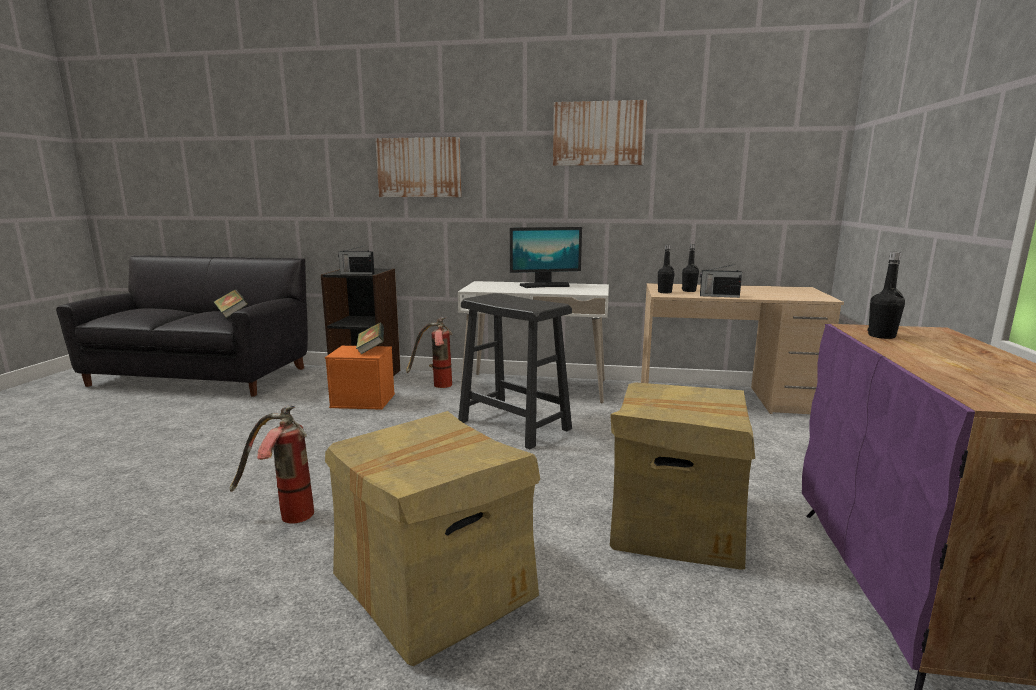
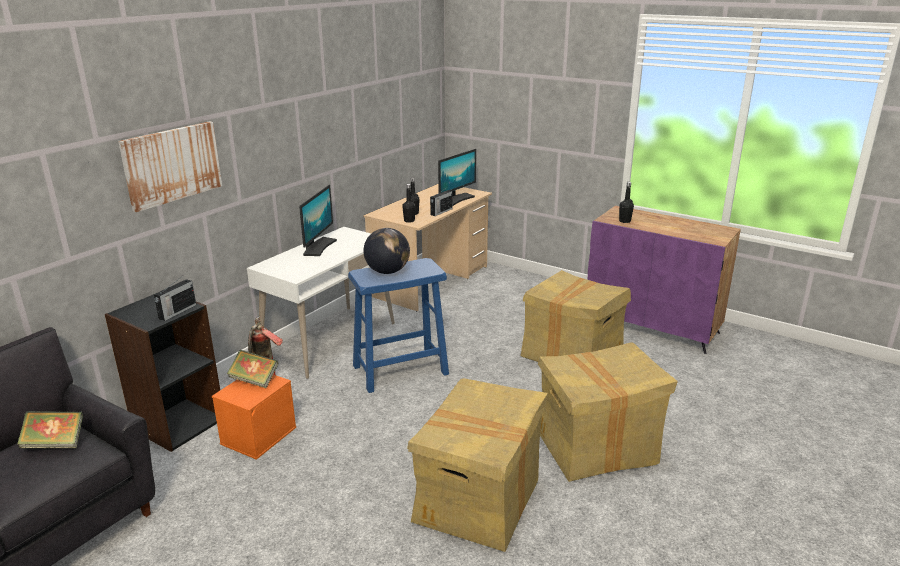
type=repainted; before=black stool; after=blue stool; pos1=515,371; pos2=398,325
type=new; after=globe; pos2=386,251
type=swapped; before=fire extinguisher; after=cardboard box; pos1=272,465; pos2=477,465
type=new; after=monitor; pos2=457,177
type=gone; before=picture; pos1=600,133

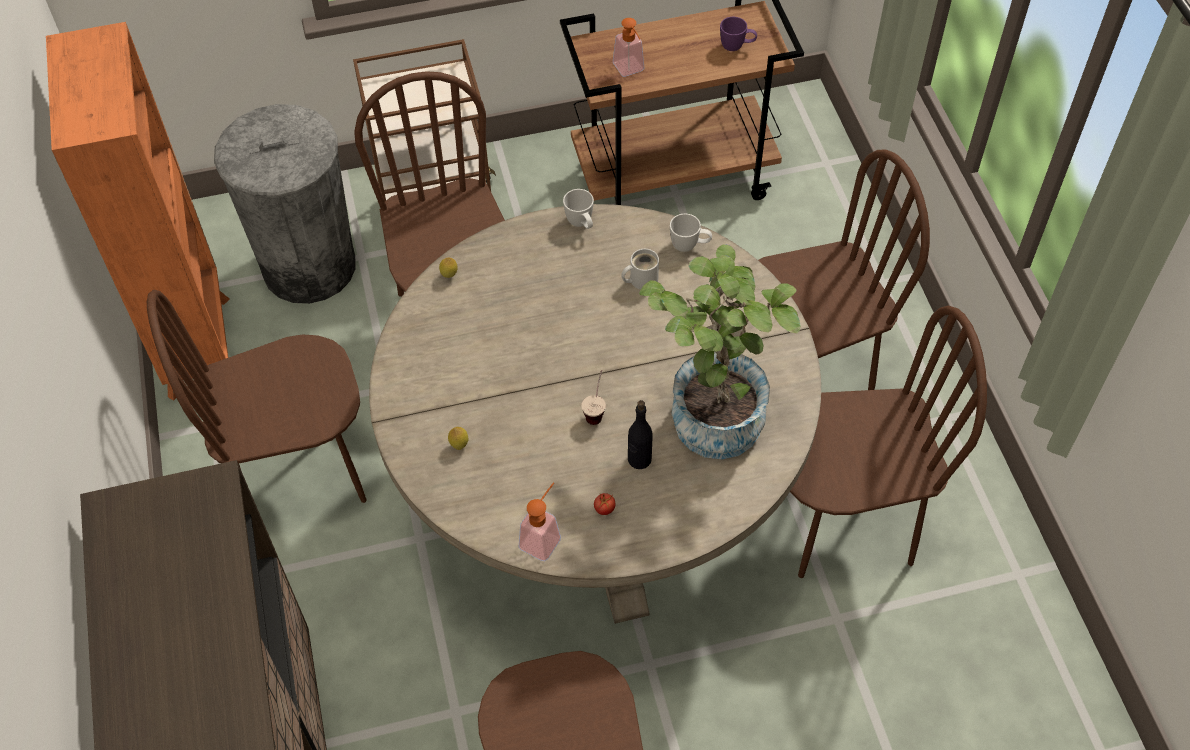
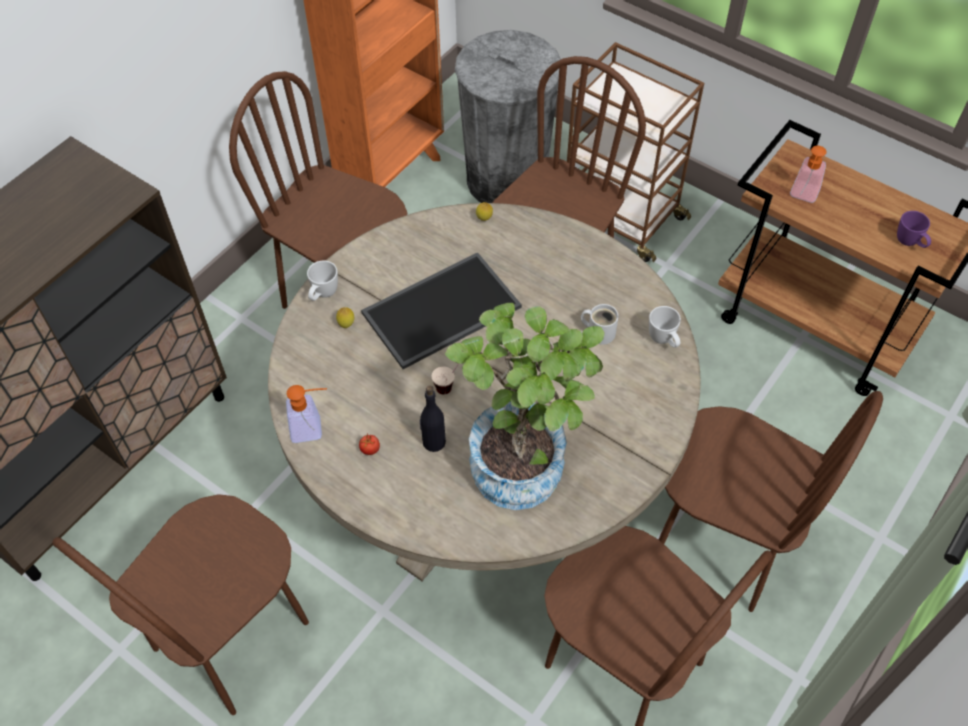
type=shifted; before=white mug; pos1=578,209; pos2=322,280
type=new; after=tray; pos2=441,310

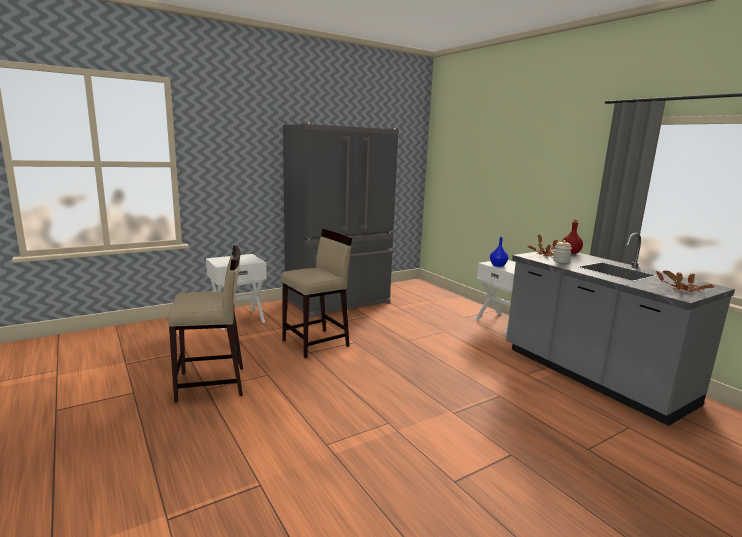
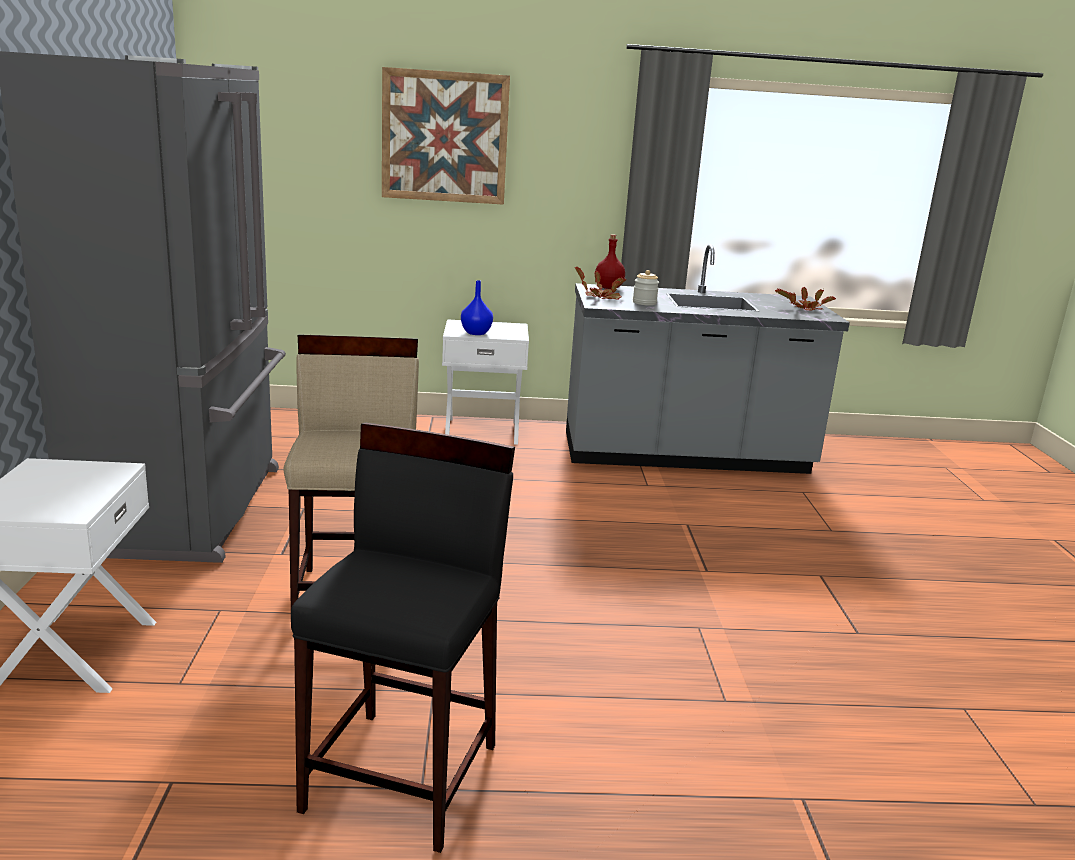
type=repainted; before=beige stool; after=black stool; pos1=205,324; pos2=403,637
type=new; after=picture; pos2=446,136

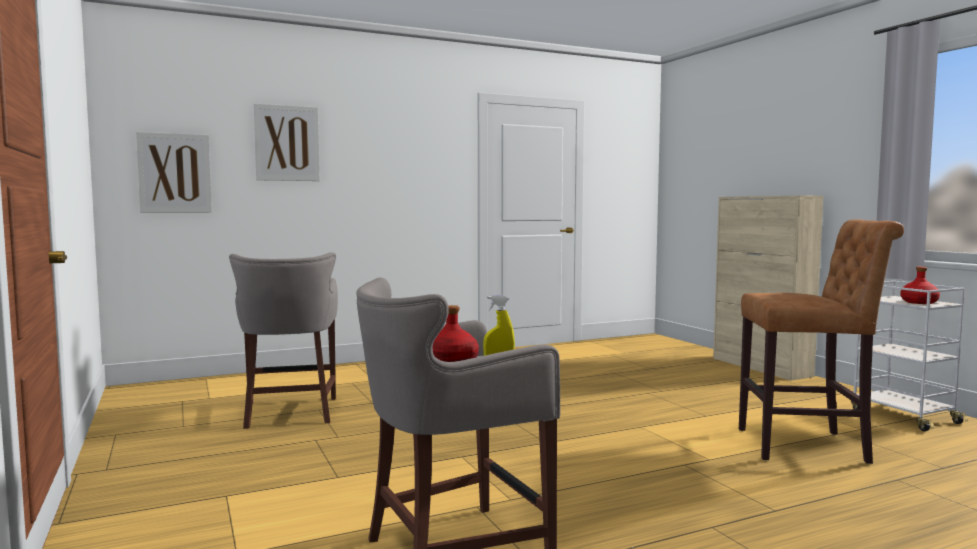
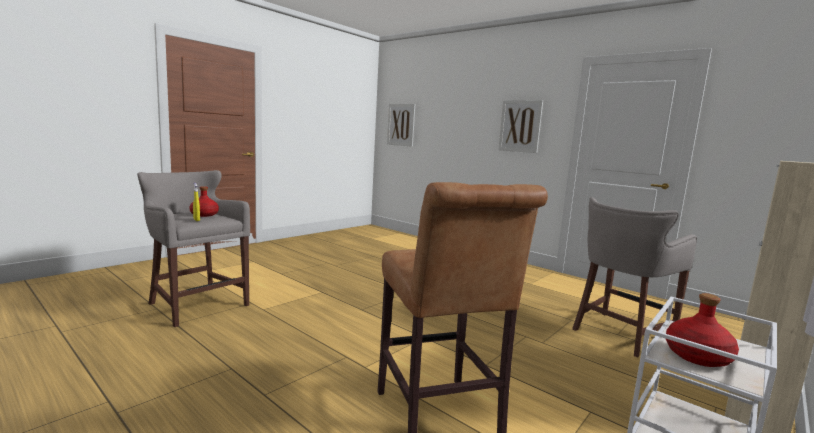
type=shifted; before=picture; pos1=287,142; pos2=520,126
type=shifted; before=grey stool; pos1=283,340; pos2=634,277

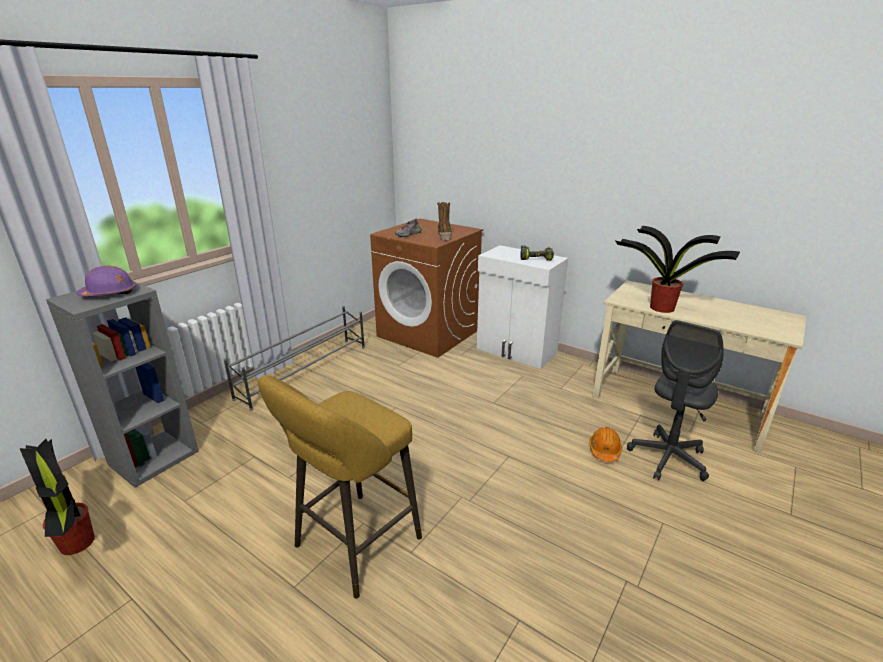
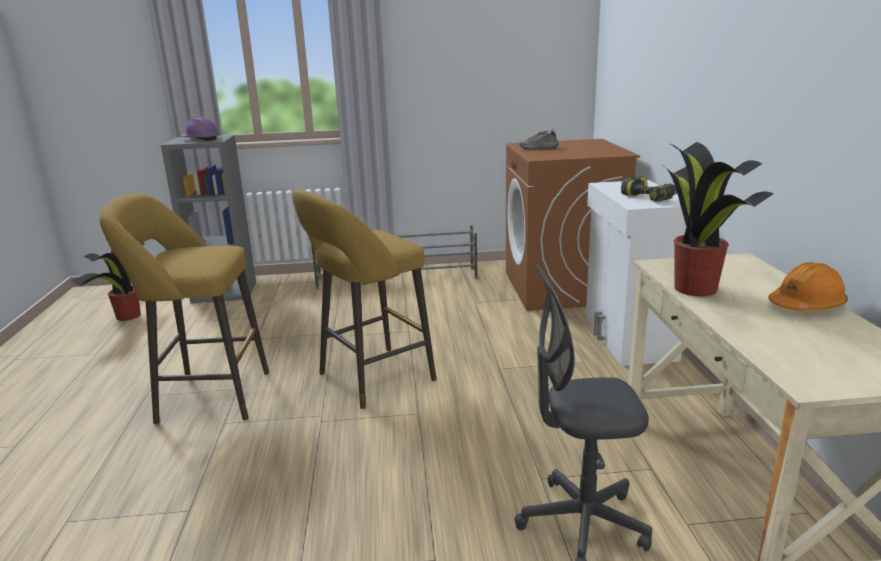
type=new; after=yellow stool; pos2=364,299
type=shifted; before=orange hard hat; pos1=605,444; pos2=808,286
type=gone; before=boot; pos1=444,221

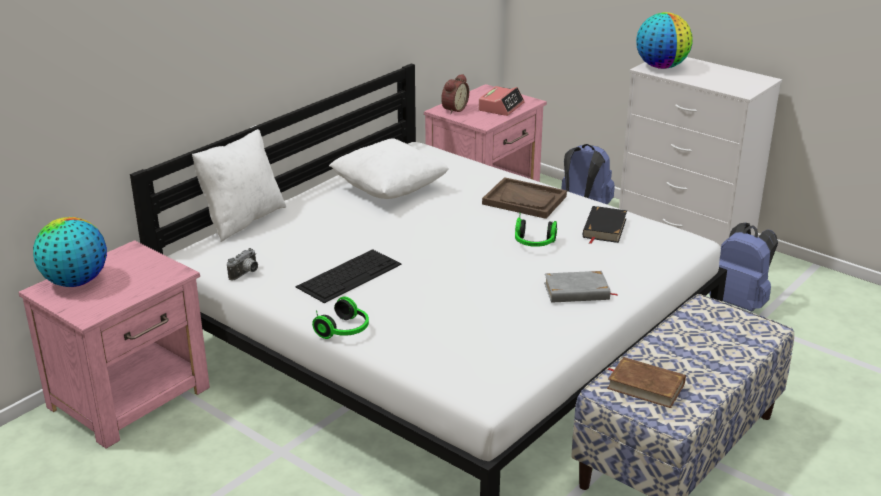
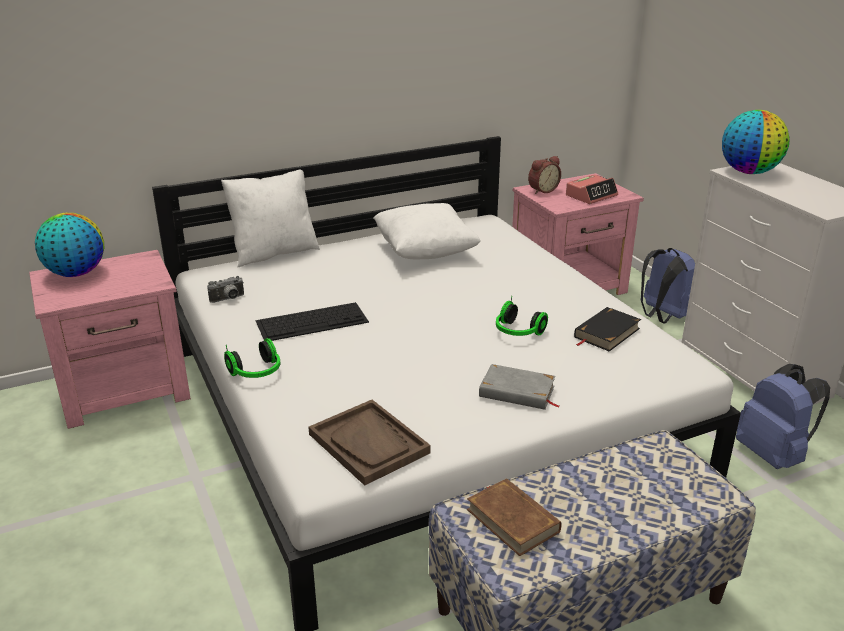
type=shifted; before=brown tray; pos1=524,198; pos2=370,443

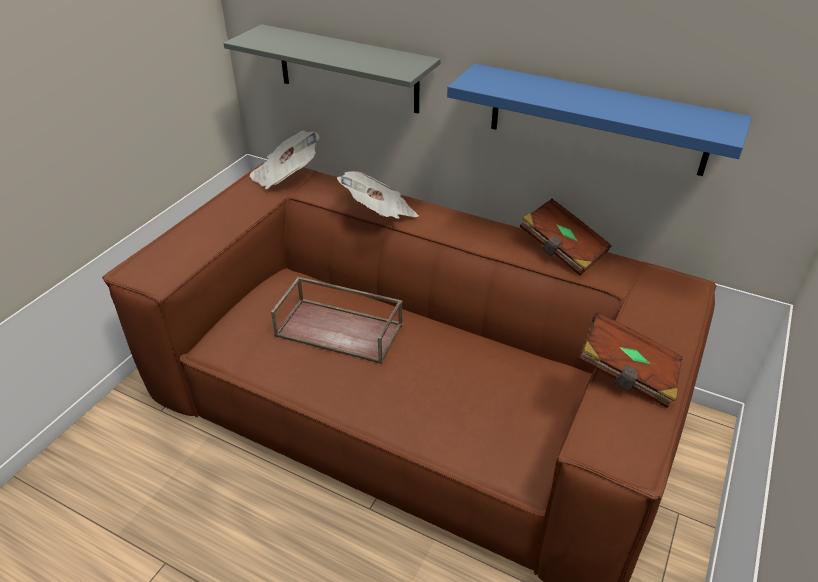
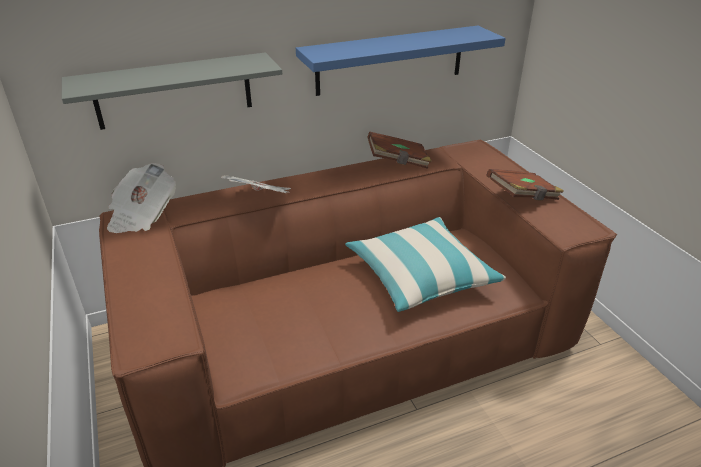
type=new; after=pillow; pos2=425,264
type=gone; before=brown tray; pos1=337,320

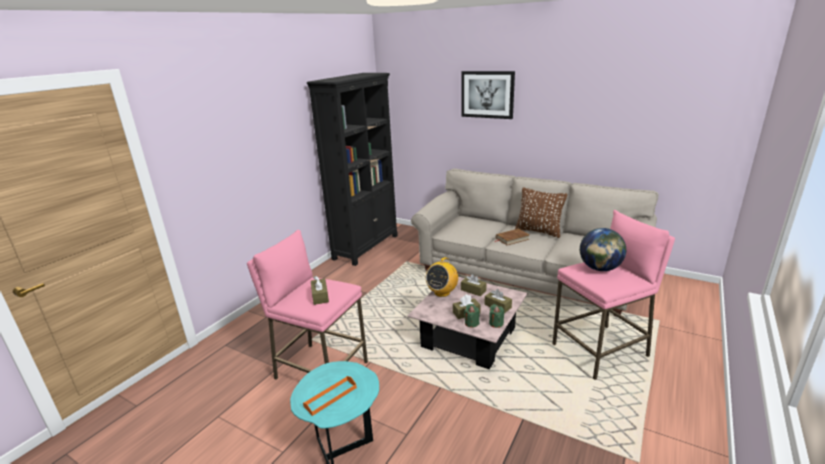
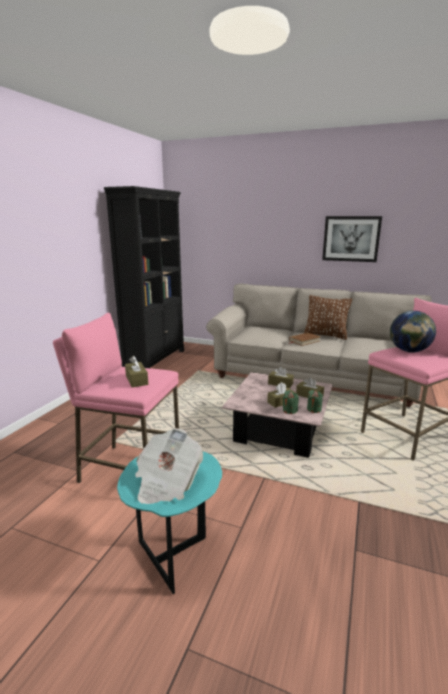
type=swapped; before=orange tray; after=newspaper; pos1=330,396; pos2=169,466
type=shifted; before=picture; pos1=488,95; pos2=352,239
type=gone; before=radio; pos1=442,277

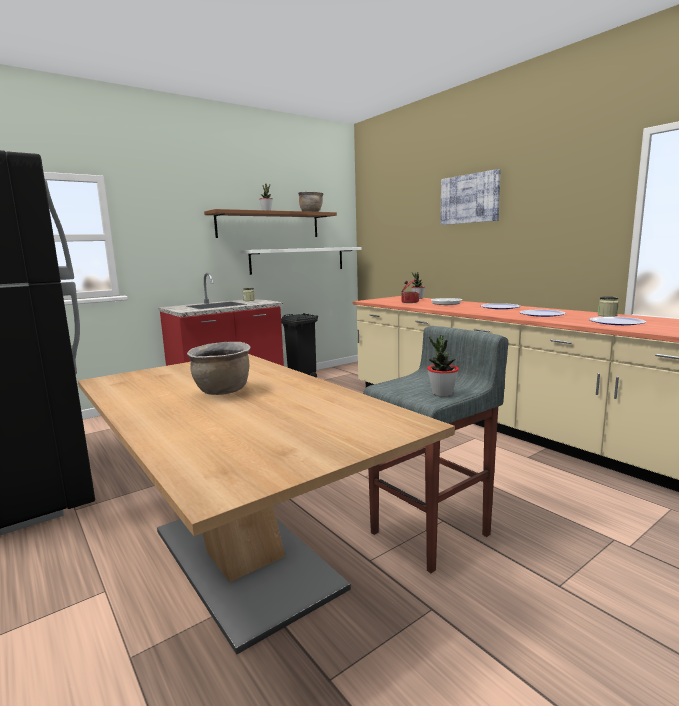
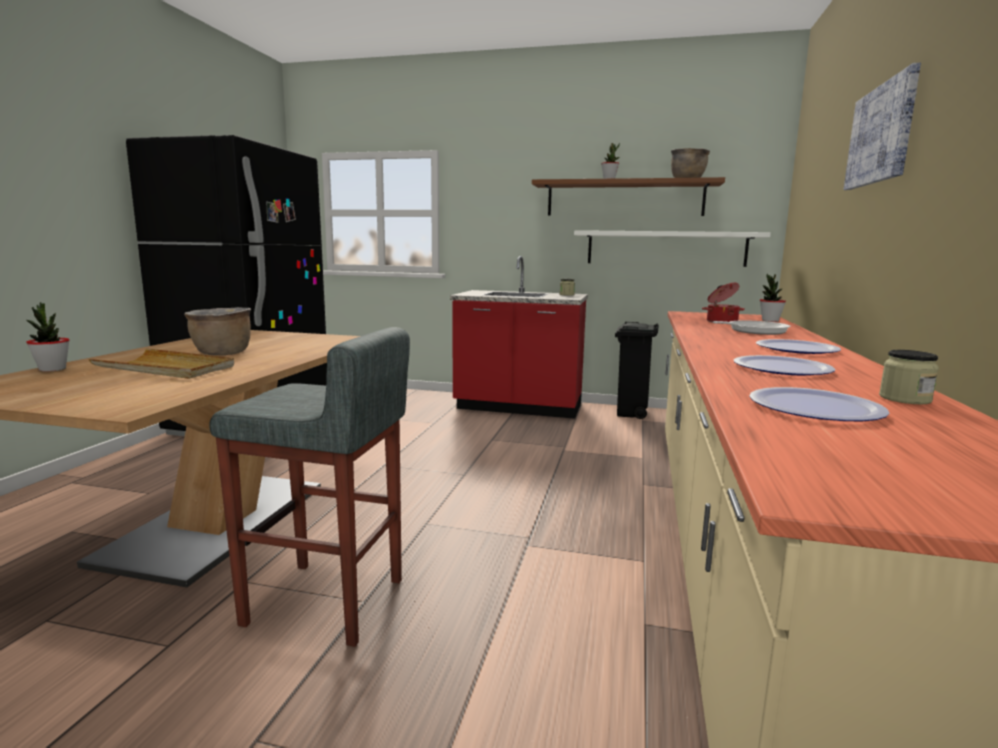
type=shifted; before=potted plant; pos1=443,366; pos2=48,337
type=new; after=beige tray; pos2=161,363

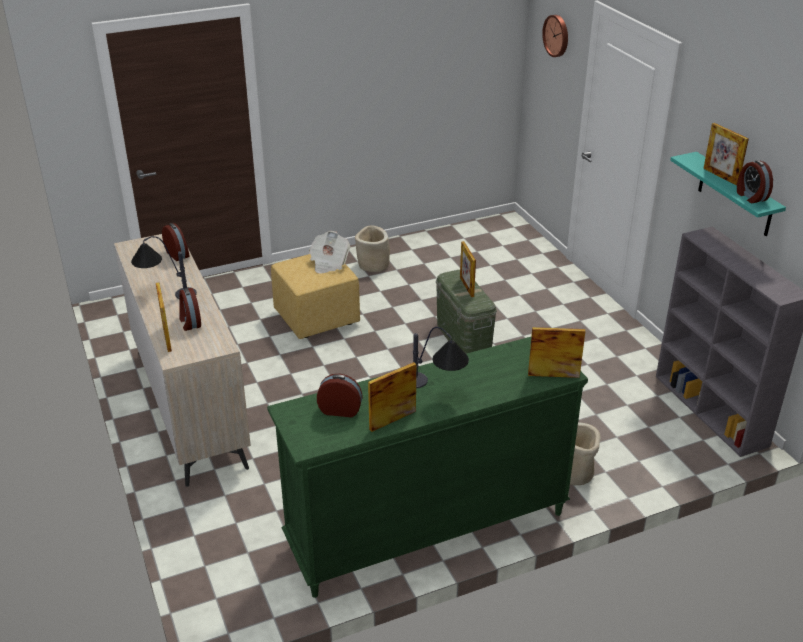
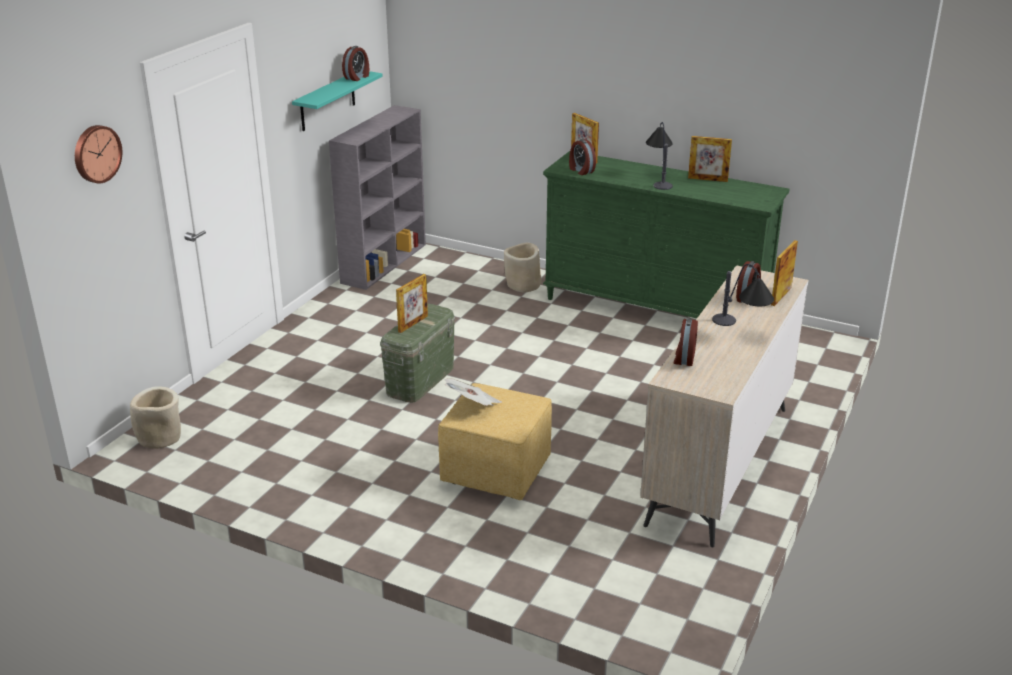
type=shifted; before=beige planter; pos1=372,248; pos2=155,417
type=shifted; before=alarm clock; pos1=340,395; pos2=582,157
type=gone; before=picture frame; pos1=726,154

